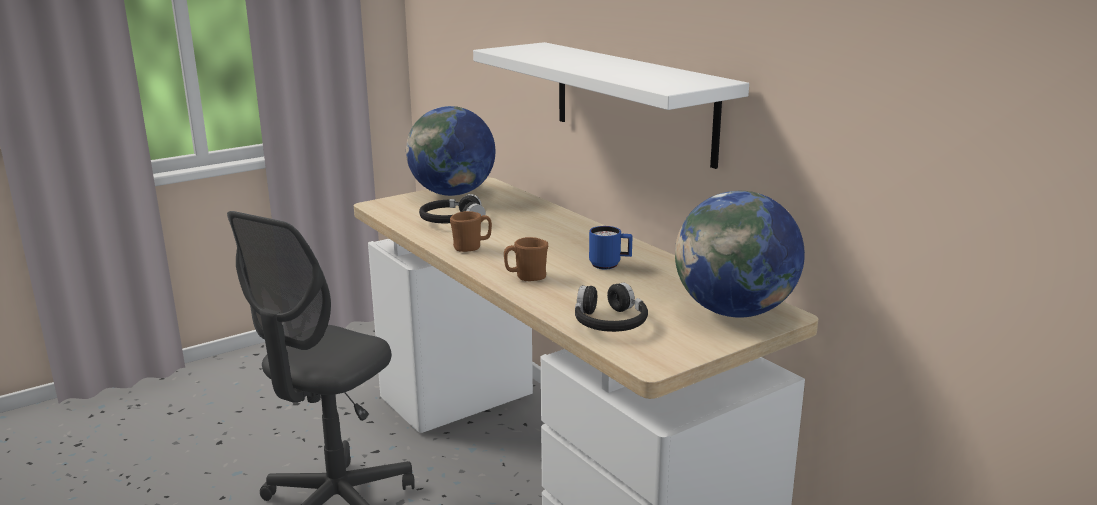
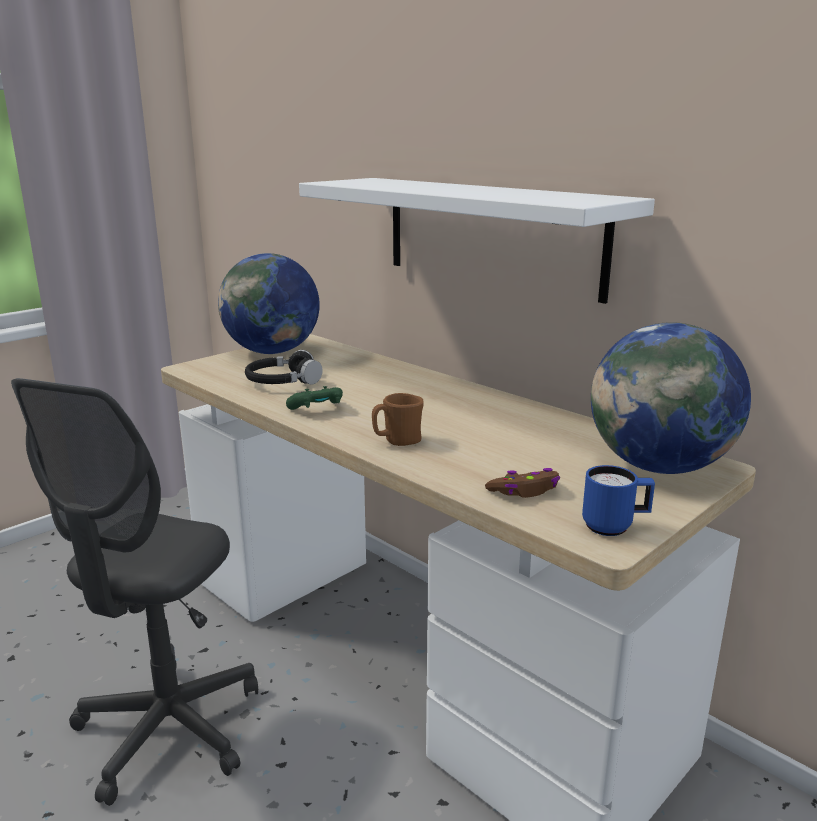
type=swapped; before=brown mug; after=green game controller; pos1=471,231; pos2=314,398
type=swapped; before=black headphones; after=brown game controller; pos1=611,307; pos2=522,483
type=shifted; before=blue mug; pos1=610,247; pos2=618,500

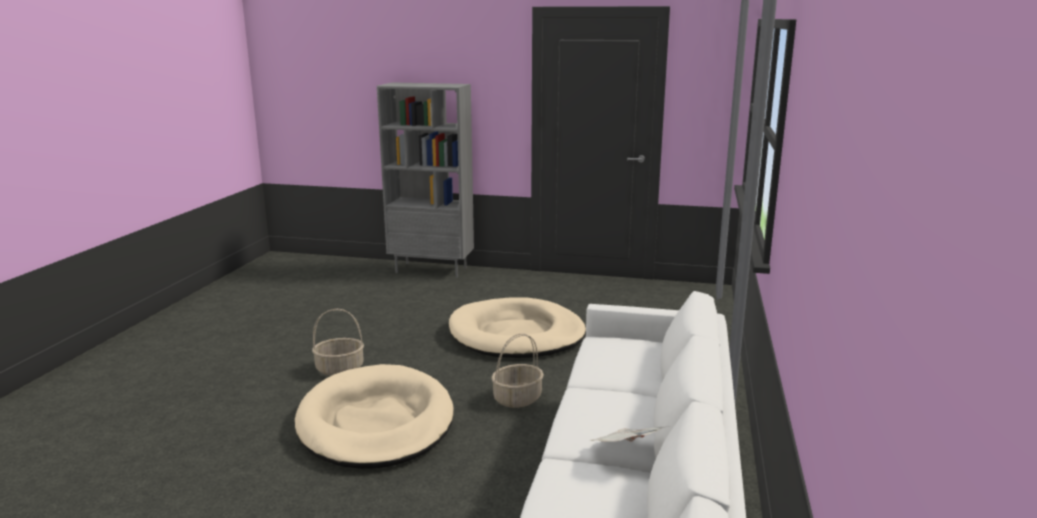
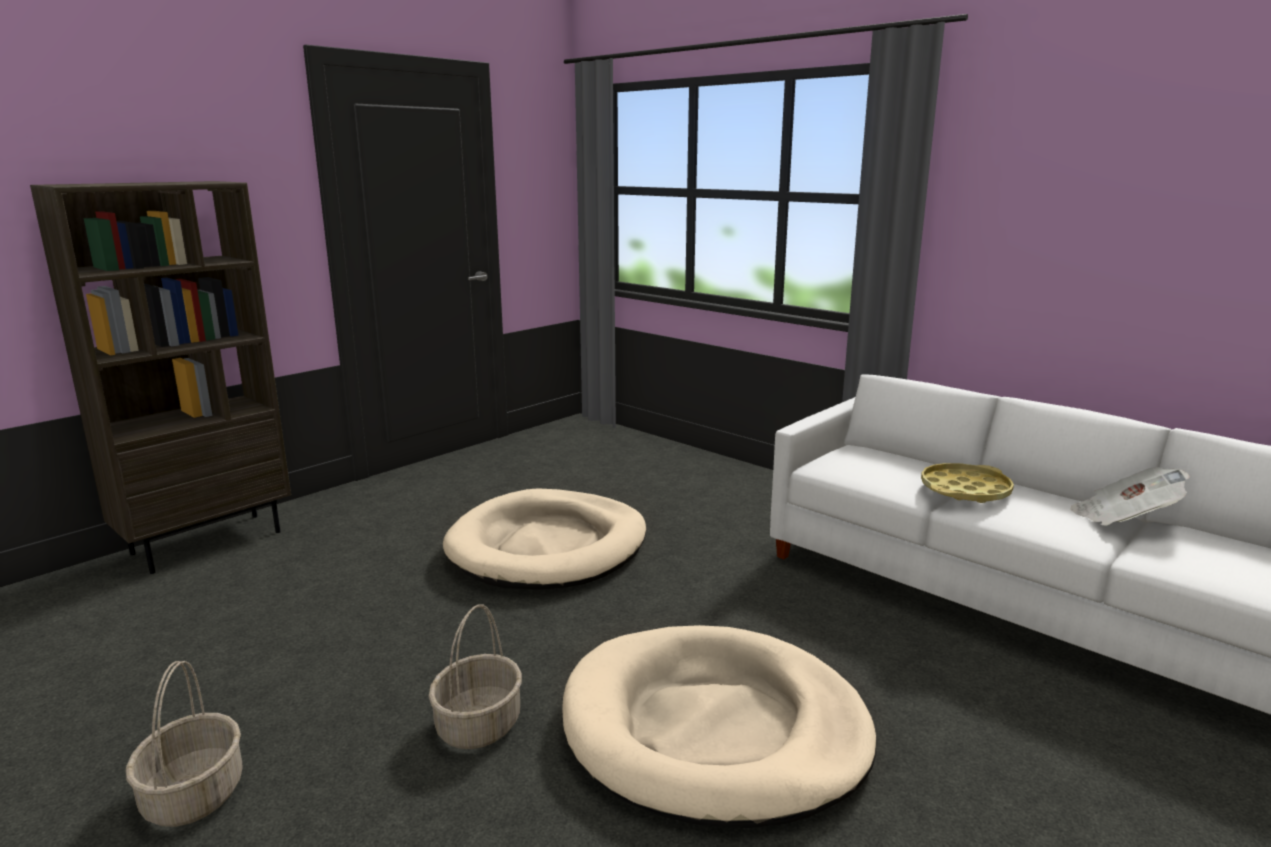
type=repainted; before=grey bookcase; after=brown bookcase; pos1=425,180; pos2=160,377
type=shifted; before=basket; pos1=517,370; pos2=184,744
type=new; after=yellow tray; pos2=967,483

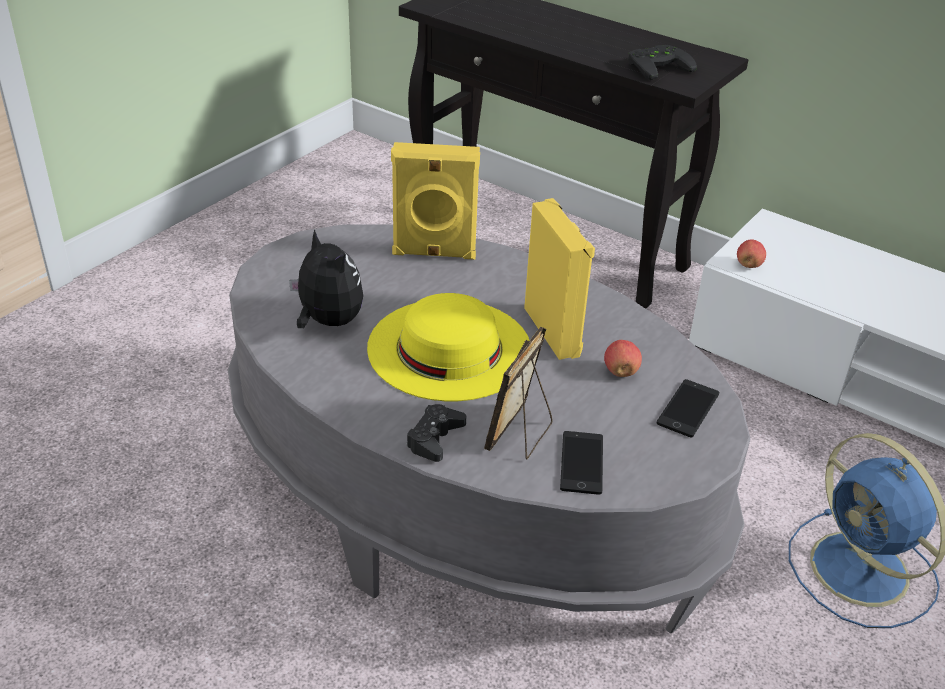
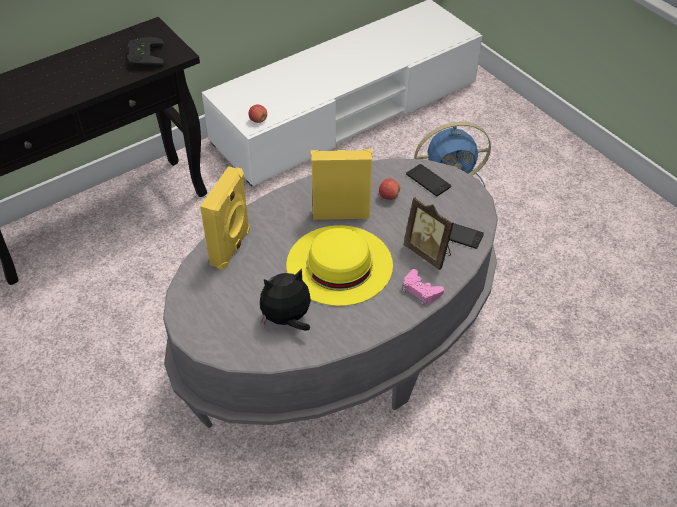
type=repainted; before=black game controller; after=pink game controller; pos1=436,433; pos2=423,287

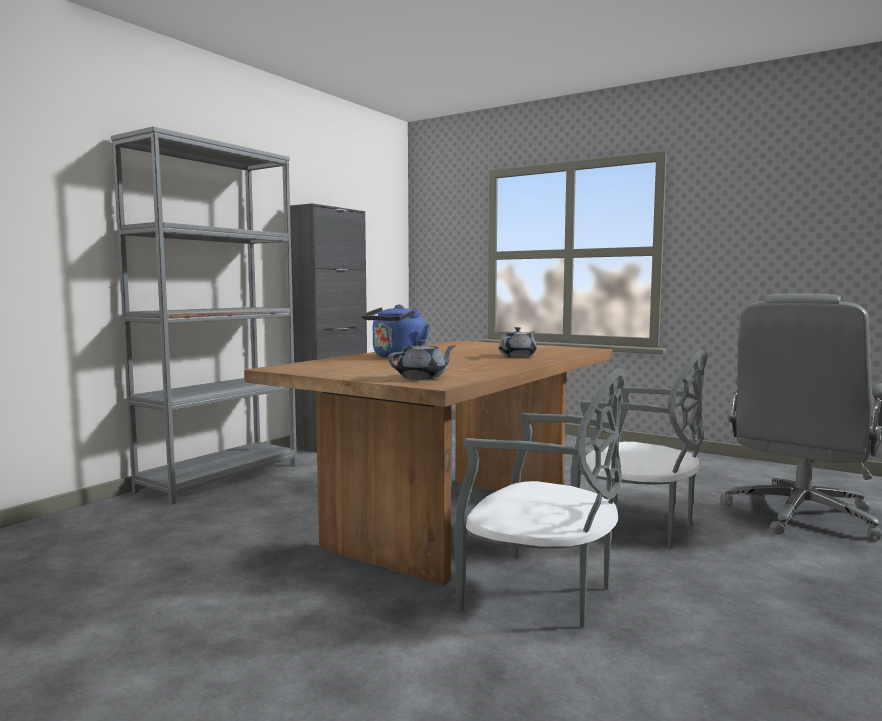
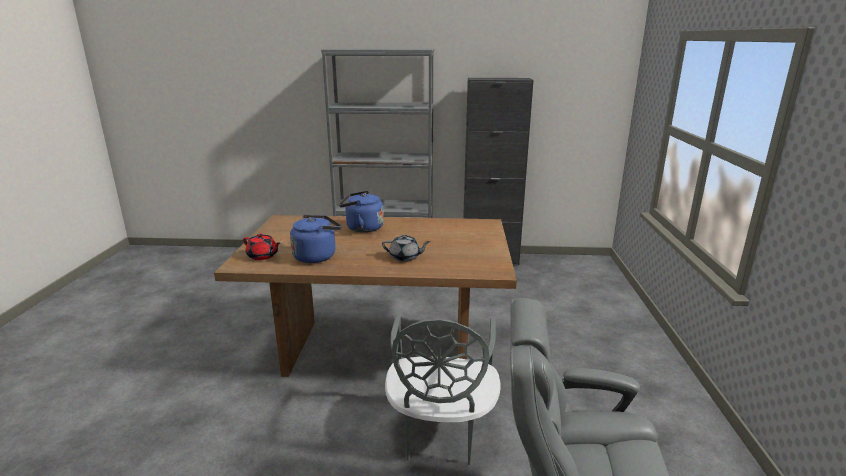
type=repainted; before=grey teapot; after=red teapot; pos1=421,359; pos2=262,246
type=new; after=blue kettle; pos2=316,239
type=gone; before=grey chair; pos1=539,497

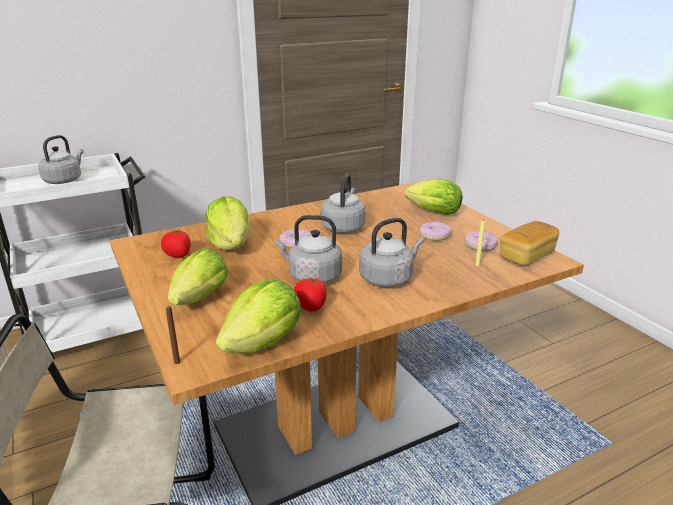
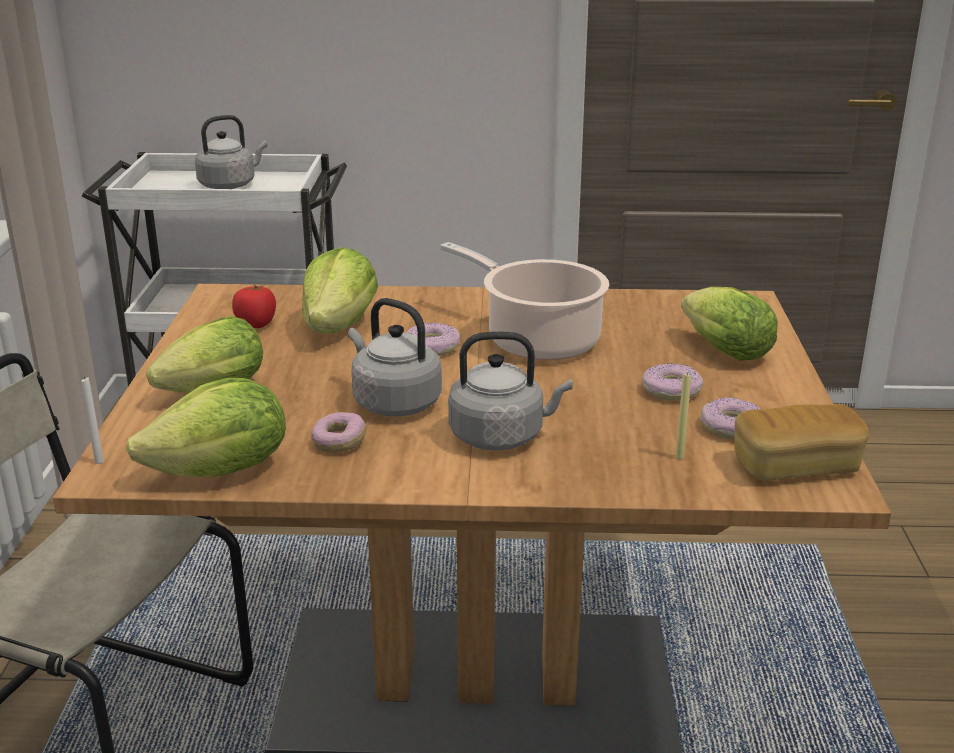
type=repainted; before=brown candle; after=white candle; pos1=173,335; pos2=92,420
type=swapped; before=tomato; after=donut; pos1=310,293; pos2=338,432
type=swapped; before=grey kettle; after=cooking pot; pos1=343,203; pos2=524,301

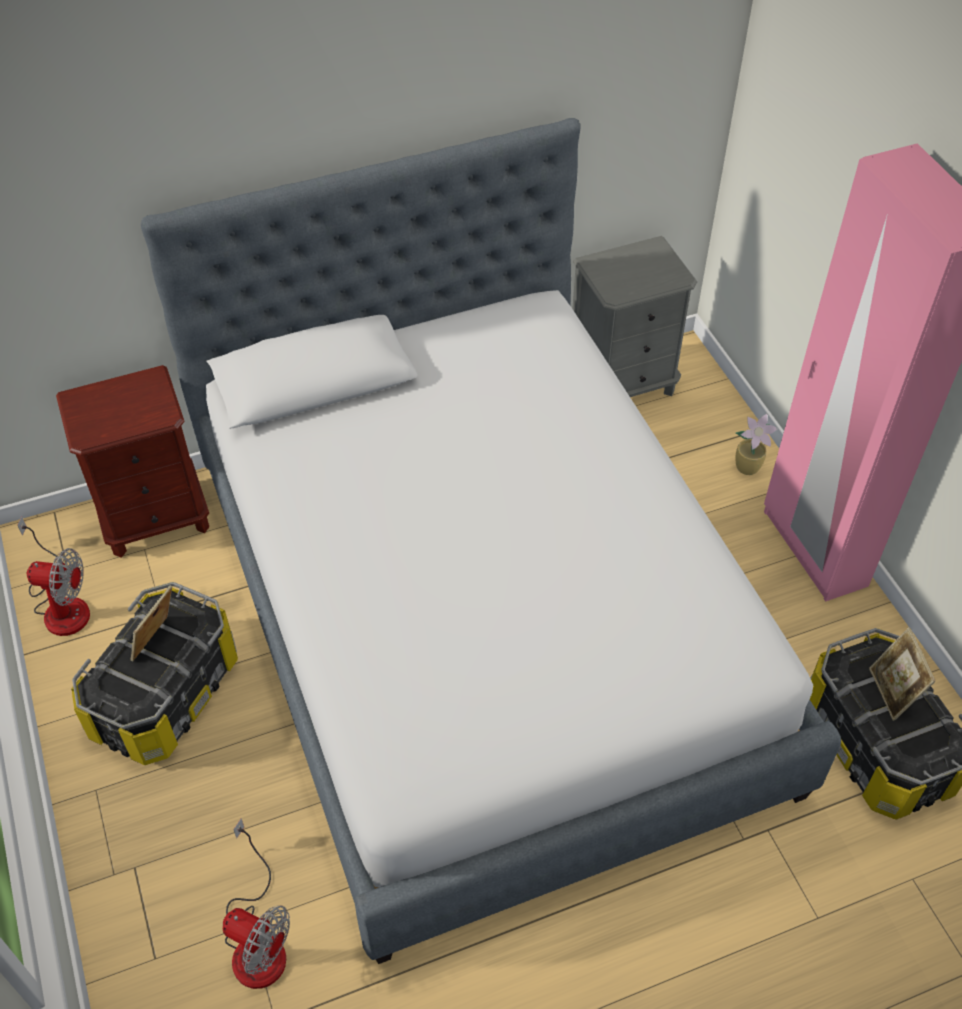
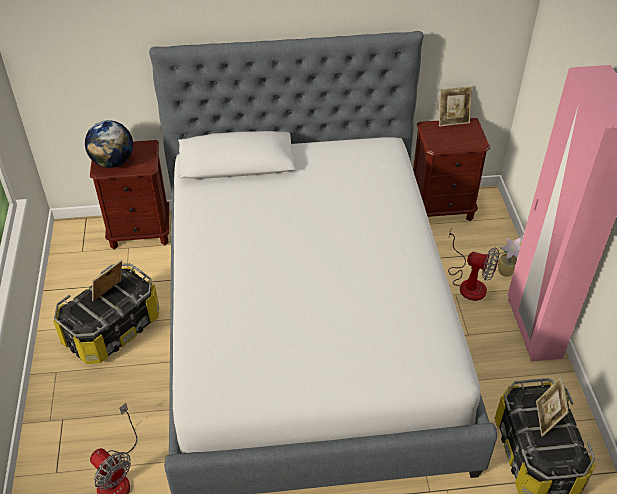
type=new; after=globe; pos2=109,144
type=repainted; before=grey nightstand; after=brown nightstand; pos1=634,316; pos2=451,169
type=new; after=picture frame; pos2=455,107
type=shifted; before=fan; pos1=53,576; pos2=473,264

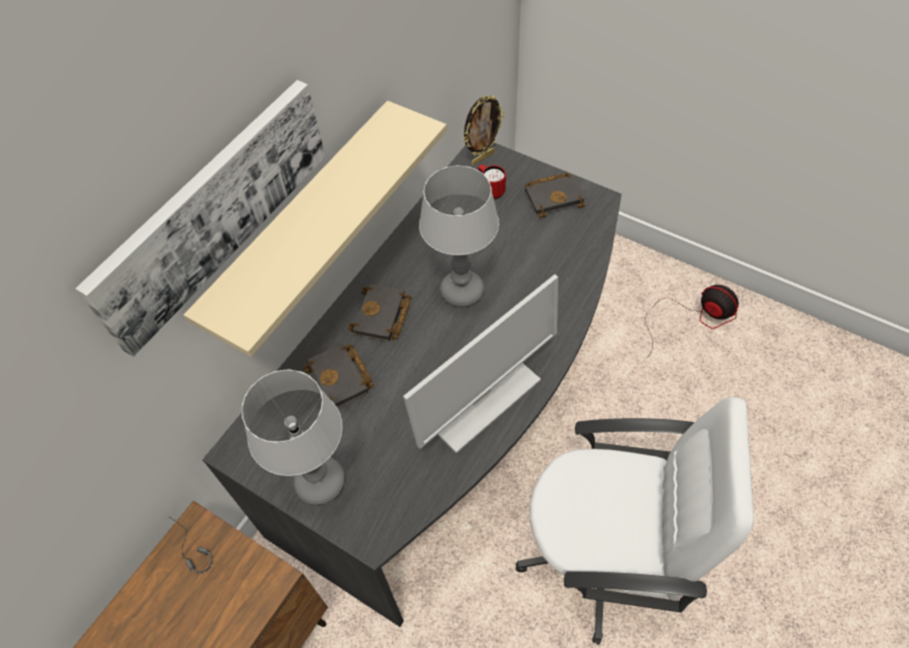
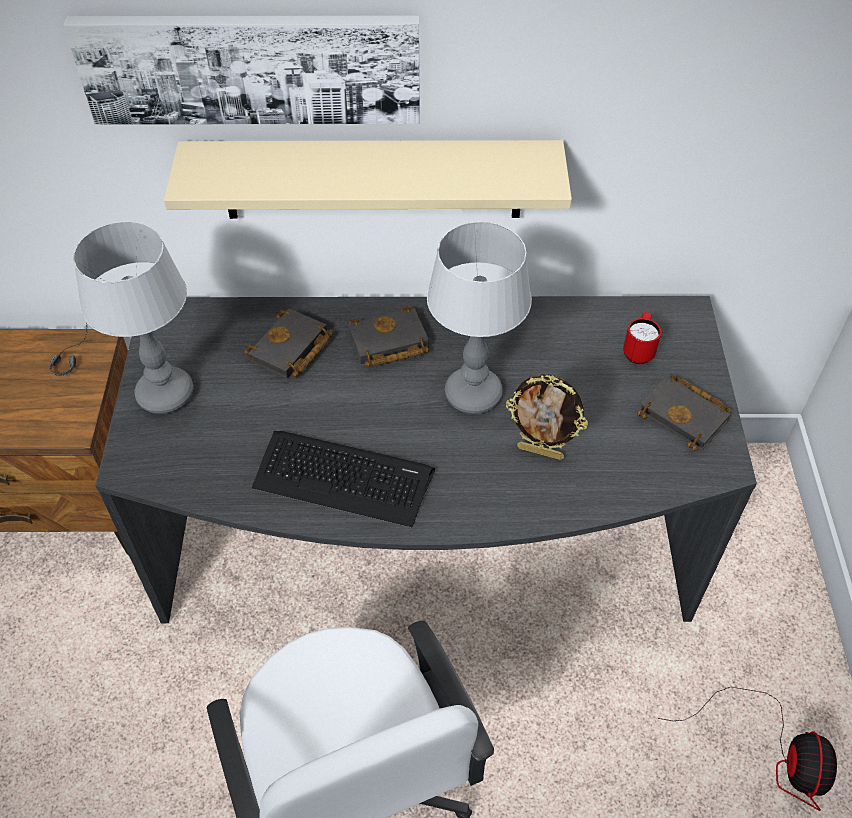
type=swapped; before=monitor; after=keyboard; pos1=480,364; pos2=343,479
type=shifted; before=picture frame; pos1=483,130; pos2=547,417

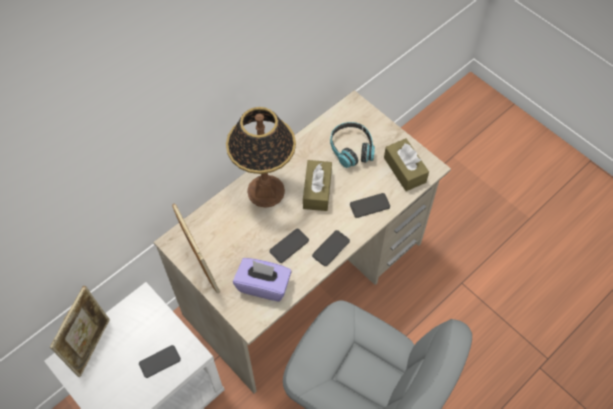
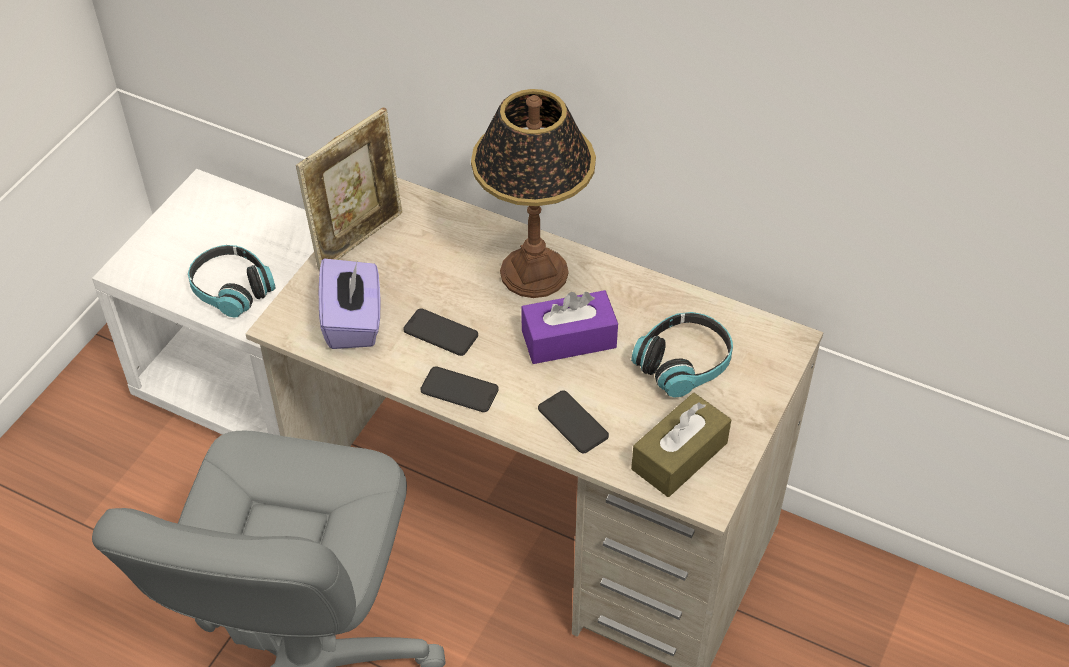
type=swapped; before=phone; after=headphones; pos1=160,361; pos2=232,281
type=repainted; before=brown tissue box; after=purple tissue box; pos1=317,185; pos2=569,327
type=gone; before=picture frame; pos1=80,331

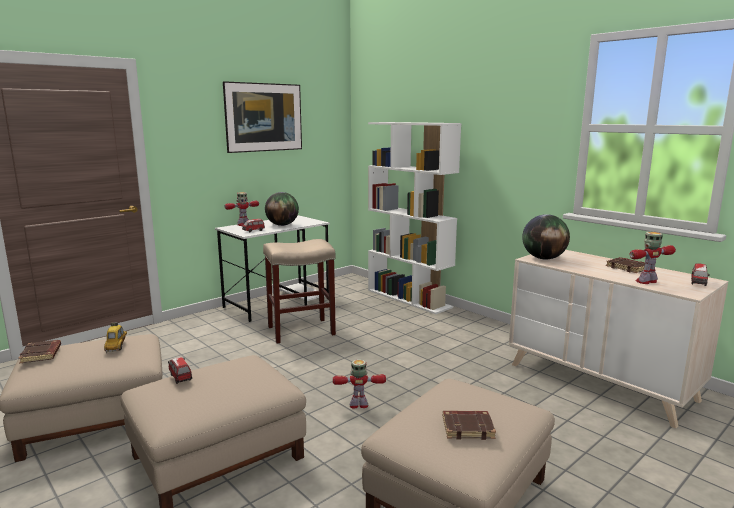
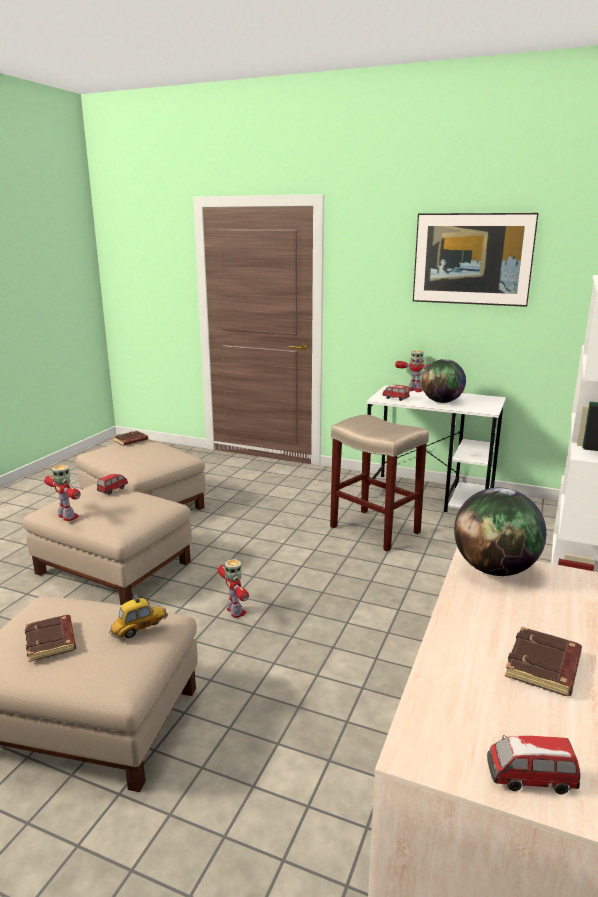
type=shifted; before=toy robot; pos1=653,258; pos2=62,493
type=shifted; before=toy car; pos1=115,337; pos2=138,616

